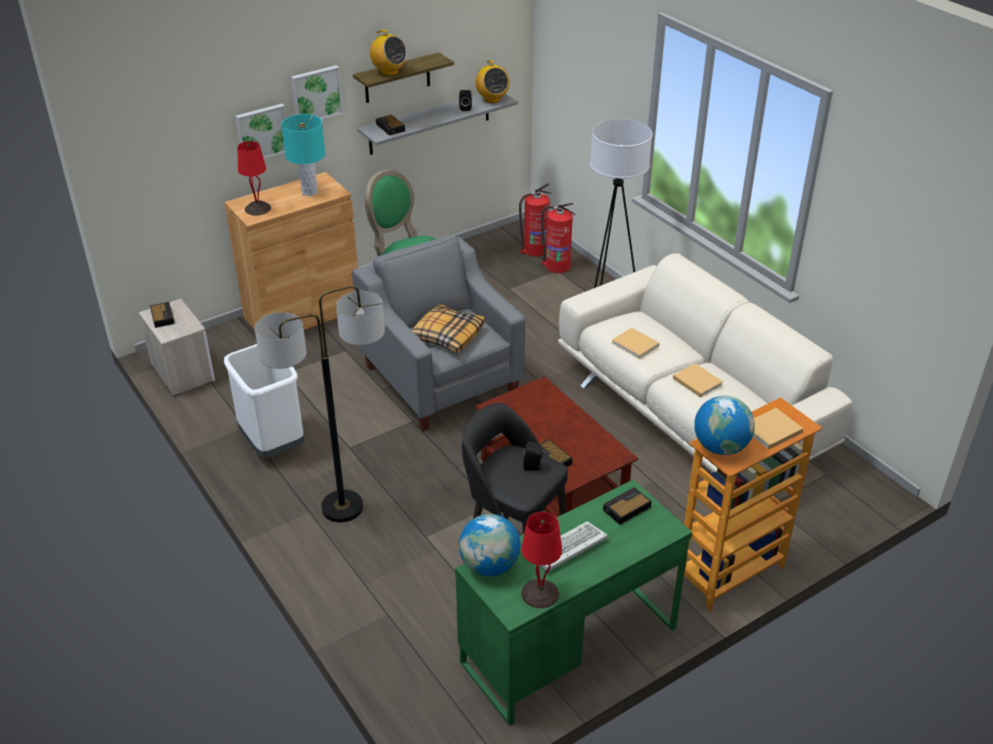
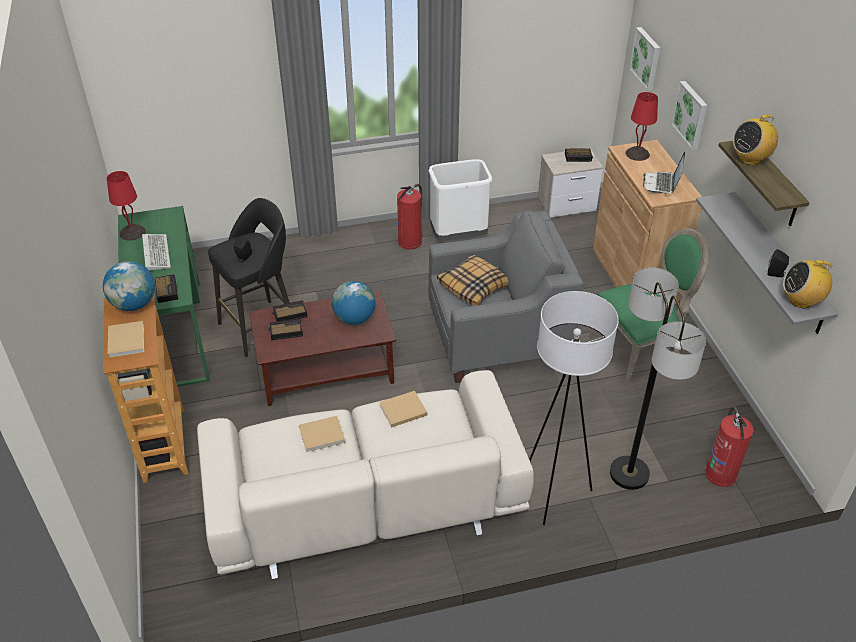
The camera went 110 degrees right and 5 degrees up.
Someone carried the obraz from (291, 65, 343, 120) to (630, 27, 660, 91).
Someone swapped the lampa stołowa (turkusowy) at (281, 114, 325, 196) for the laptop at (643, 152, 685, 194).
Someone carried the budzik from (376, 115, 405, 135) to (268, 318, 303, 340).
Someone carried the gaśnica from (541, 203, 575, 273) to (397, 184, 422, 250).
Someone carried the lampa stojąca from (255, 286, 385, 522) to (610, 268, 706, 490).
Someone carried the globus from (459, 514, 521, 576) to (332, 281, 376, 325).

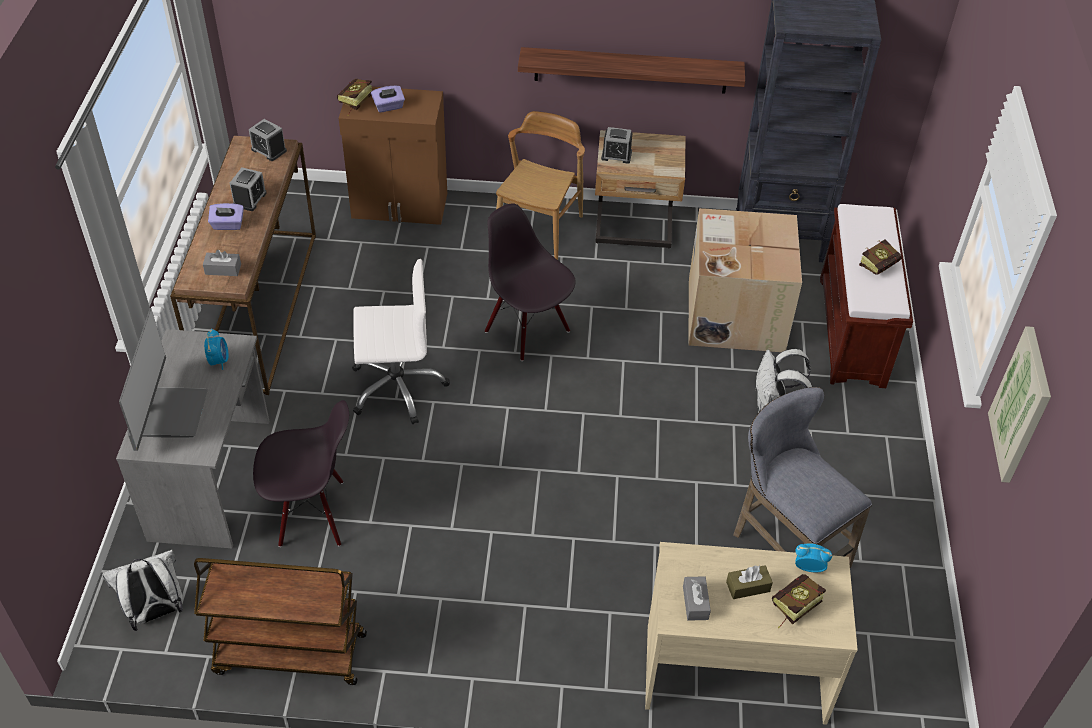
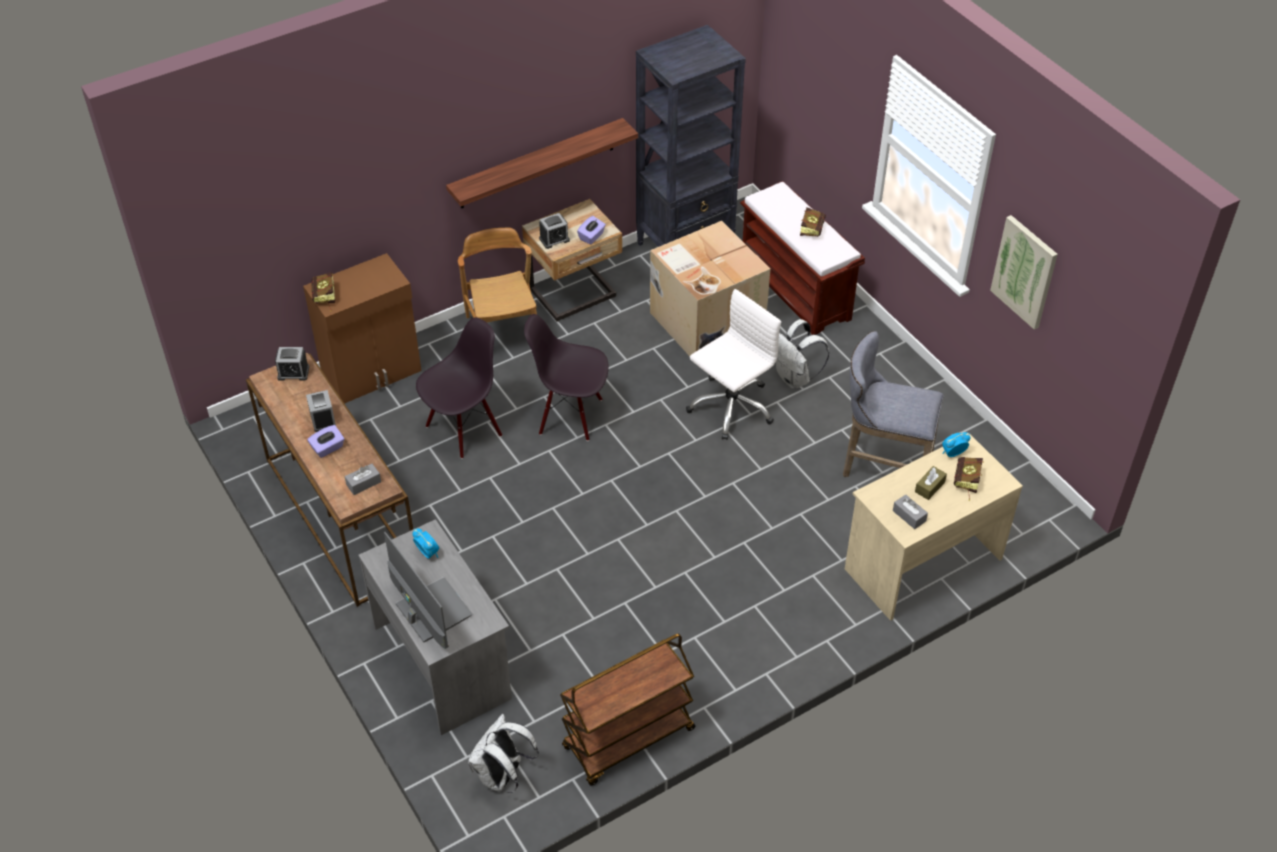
The camera went 35 degrees left and 0 degrees up.
Someone carried the pudełko chusteczek (fioletowy) from (371, 86, 405, 113) to (577, 216, 606, 245).
Someone carried the krzesło biurowe (biały) from (352, 259, 450, 425) to (686, 289, 781, 440).
Someone carried the krzesło (czarny) from (253, 400, 349, 547) to (416, 317, 502, 459).

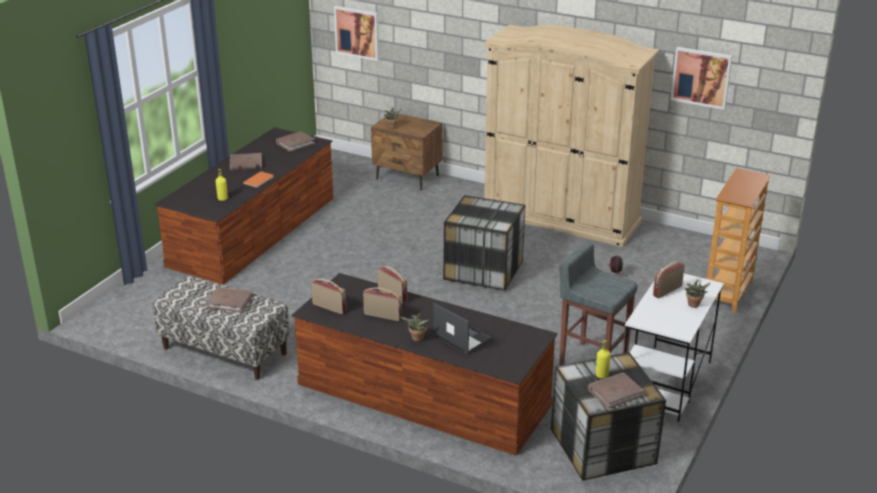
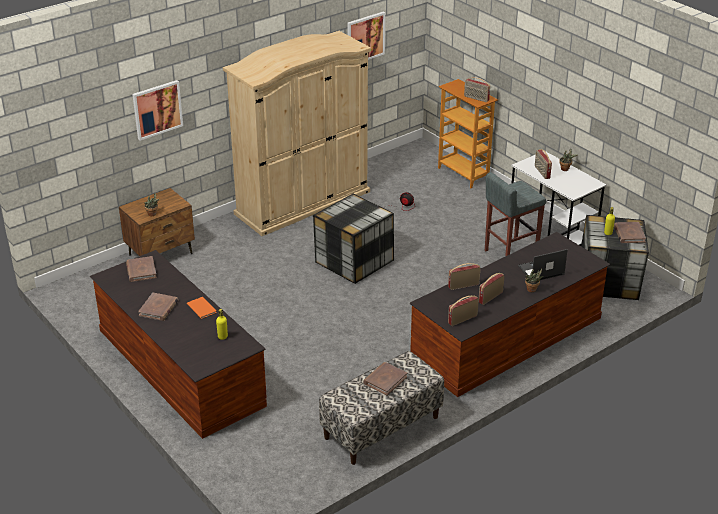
The camera went 65 degrees left and 5 degrees up.
Someone carried the obraz from (334, 6, 379, 61) to (132, 80, 183, 141).
Someone put down the radio at (464, 77, 490, 102).

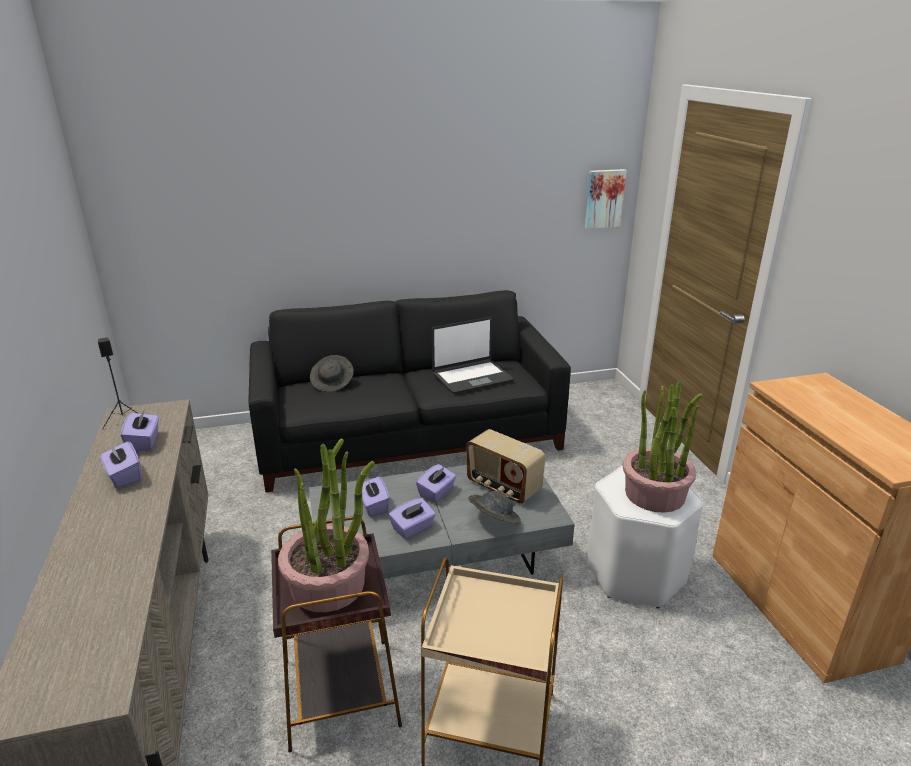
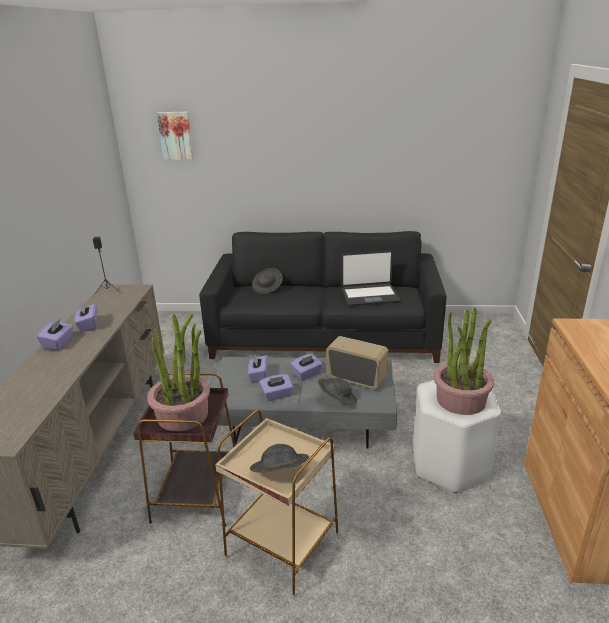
The camera went 20 degrees right and 0 degrees up.
Someone carried the obraz from (585, 169, 627, 229) to (157, 111, 194, 160).
Someone carried the pudełko chusteczek (fioletowy) from (121, 409, 159, 451) to (37, 319, 73, 350).
Someone rotated the radio at (466, 429, 545, 504) by 150 degrees clockwise.
Someone put down the kapelusz (szary) at (250, 444, 309, 473).

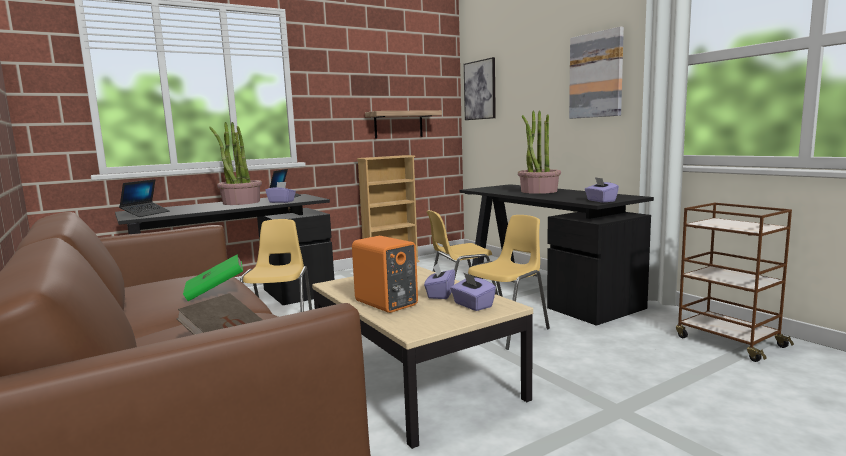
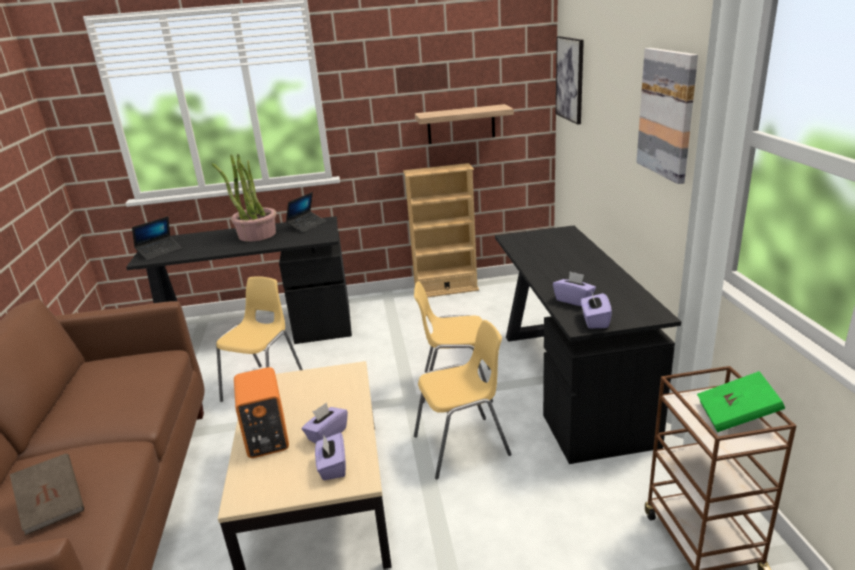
The camera went 25 degrees right and 15 degrees up.
Someone took away the roślina doniczkowa at (518, 110, 561, 194).
Someone carried the pudełko chusteczek (fioletowy) from (265, 182, 296, 203) to (553, 271, 596, 306).
Someone carried the książka (zielony) from (183, 254, 243, 301) to (697, 371, 785, 432).

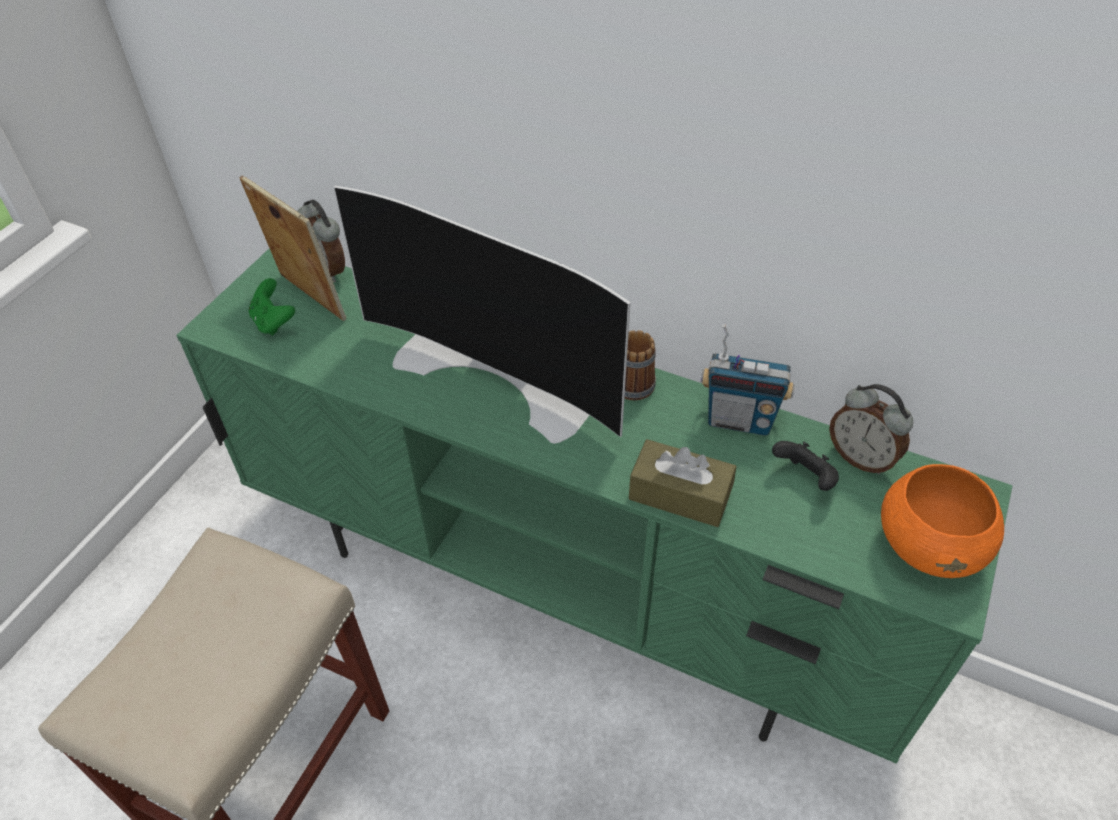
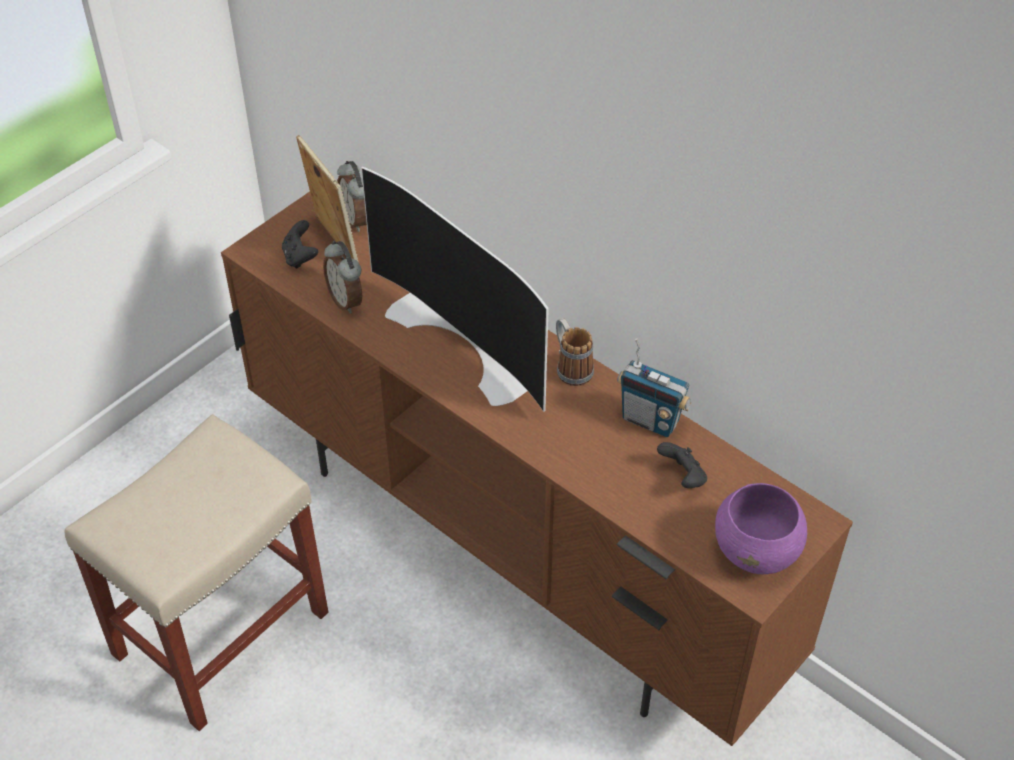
The camera went 15 degrees right and 0 degrees up.
Someone repainted the szafka pod telewizor (zielony) at (176, 248, 1012, 763), which became the szafka pod telewizor (brązowy) at (221, 192, 853, 746).
Someone repainted the pad do gier (zielony) at (249, 278, 295, 336), which became the pad do gier (czarny) at (282, 220, 318, 269).
Someone carried the budzik from (829, 384, 913, 475) to (323, 241, 362, 314).
Someone took away the pudełko chusteczek (brązowy) at (629, 439, 737, 527).
Someone repainted the miska (pomarańczowy) at (881, 464, 1004, 578), which became the miska (fioletowy) at (715, 483, 807, 574).

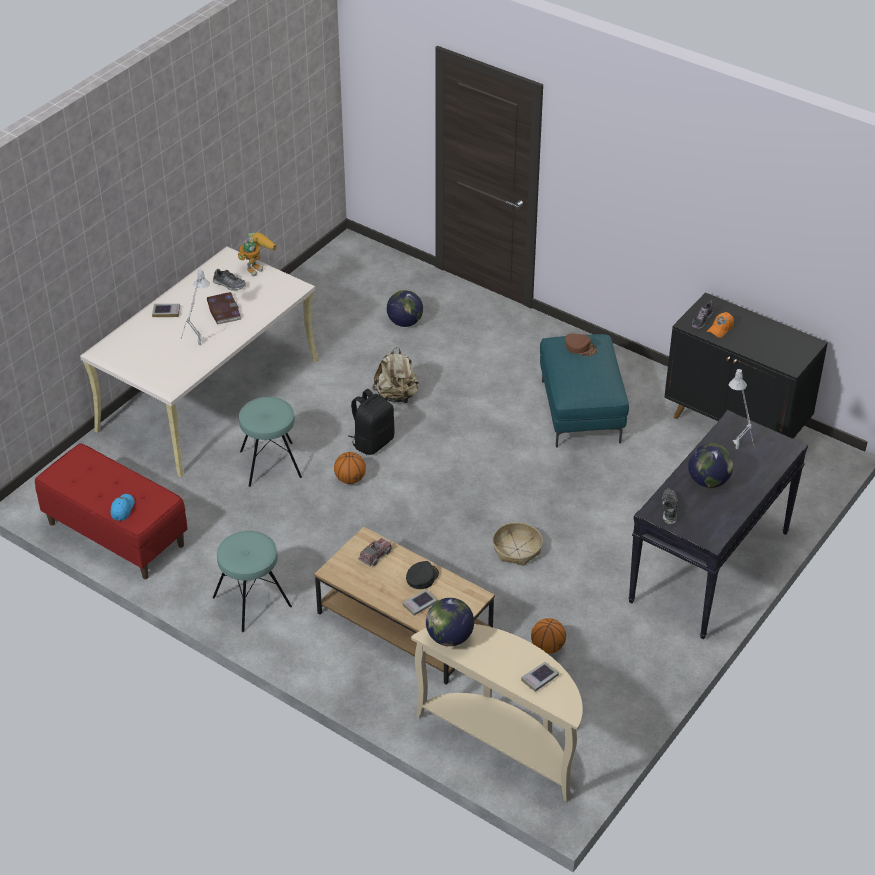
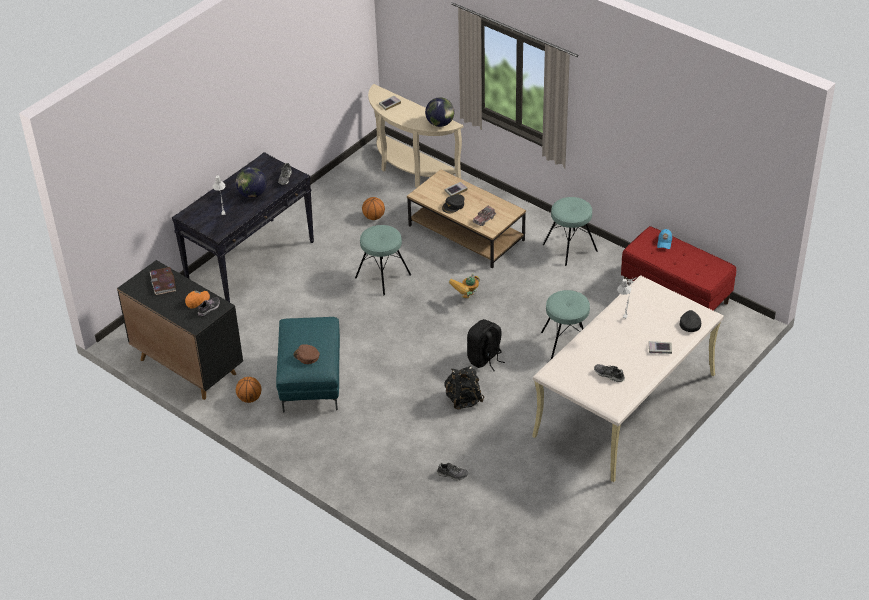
The camera went 175 degrees left and 0 degrees up.
Someone carried the robot zabawkowy from (238, 232, 277, 277) to (449, 273, 480, 298).
Someone swapped the globus at (387, 290, 423, 327) for the but at (437, 463, 468, 481).
Someone carried the książka from (207, 292, 242, 325) to (150, 267, 176, 295).
Someone repainted the plecak (beżowy) at (372, 347, 419, 404), which became the plecak (czarny) at (445, 366, 485, 410).
Someone carried the piłka do koszykówki from (334, 452, 366, 484) to (236, 377, 262, 403).
Someone swapped the koszyk at (493, 522, 543, 566) for the stołek (turkusowy) at (355, 225, 411, 295).
Someone put down the czapka z daszkiem (czarny) at (680, 310, 701, 332).

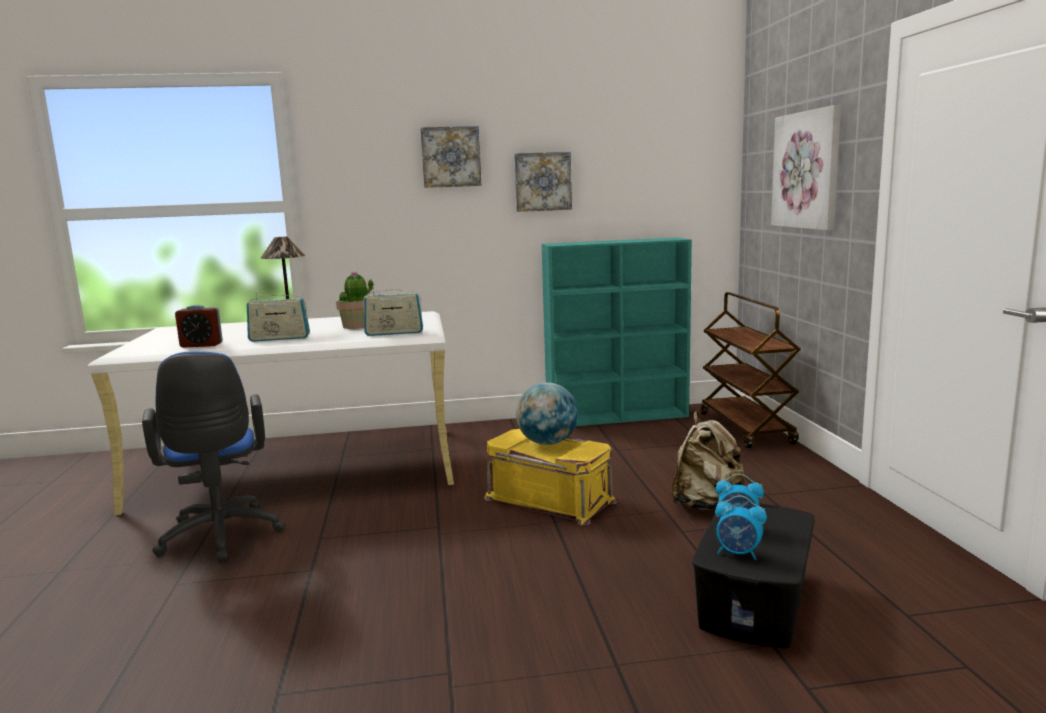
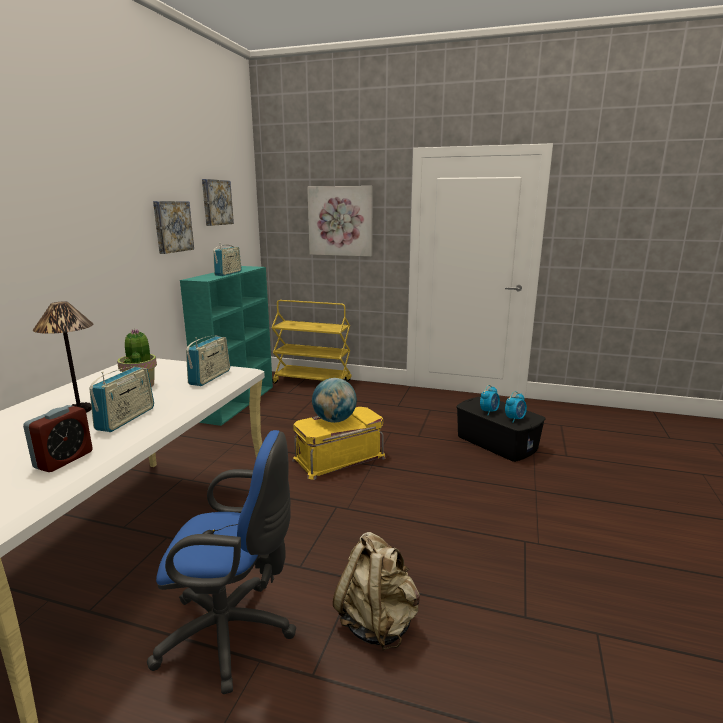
The camera went 65 degrees left and 5 degrees up.
Someone carried the obraz from (421, 126, 481, 188) to (202, 179, 234, 226).
Someone repainted the wózek (brązowy) at (701, 292, 801, 448), which became the wózek (żółty) at (271, 300, 352, 384).
Someone carried the plecak (beżowy) from (671, 411, 745, 510) to (333, 532, 420, 650).
Someone put down the radio at (213, 245, 242, 276).

